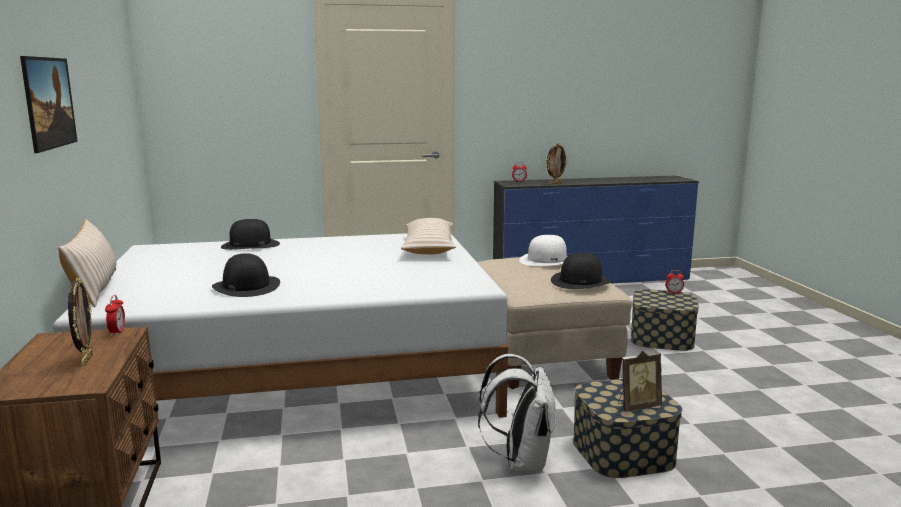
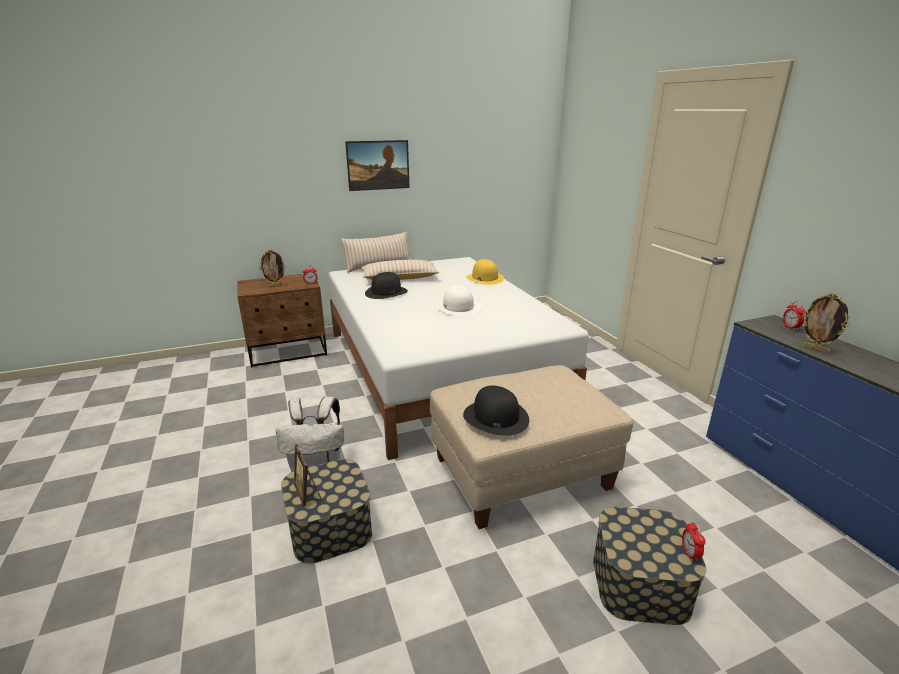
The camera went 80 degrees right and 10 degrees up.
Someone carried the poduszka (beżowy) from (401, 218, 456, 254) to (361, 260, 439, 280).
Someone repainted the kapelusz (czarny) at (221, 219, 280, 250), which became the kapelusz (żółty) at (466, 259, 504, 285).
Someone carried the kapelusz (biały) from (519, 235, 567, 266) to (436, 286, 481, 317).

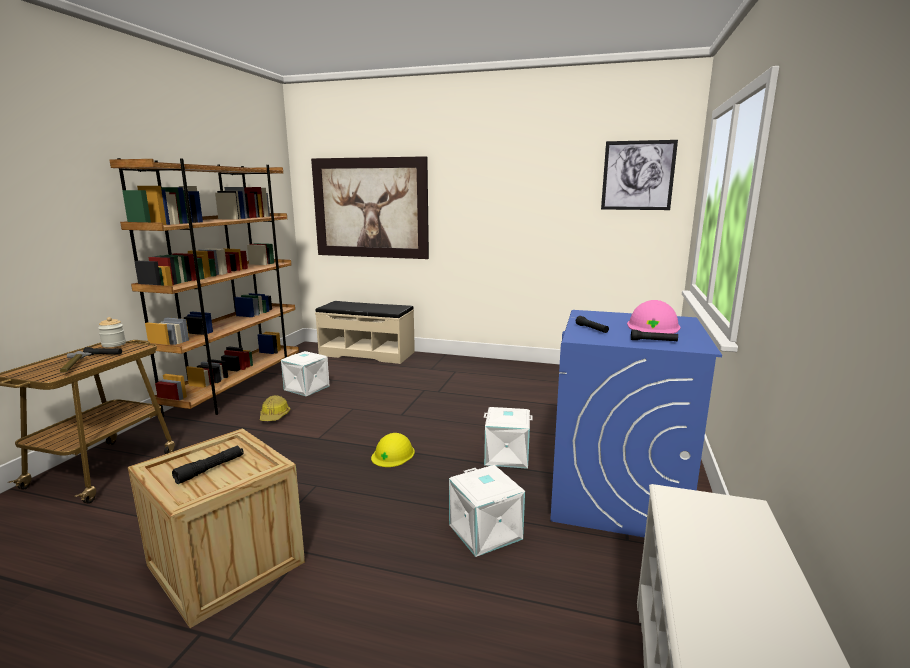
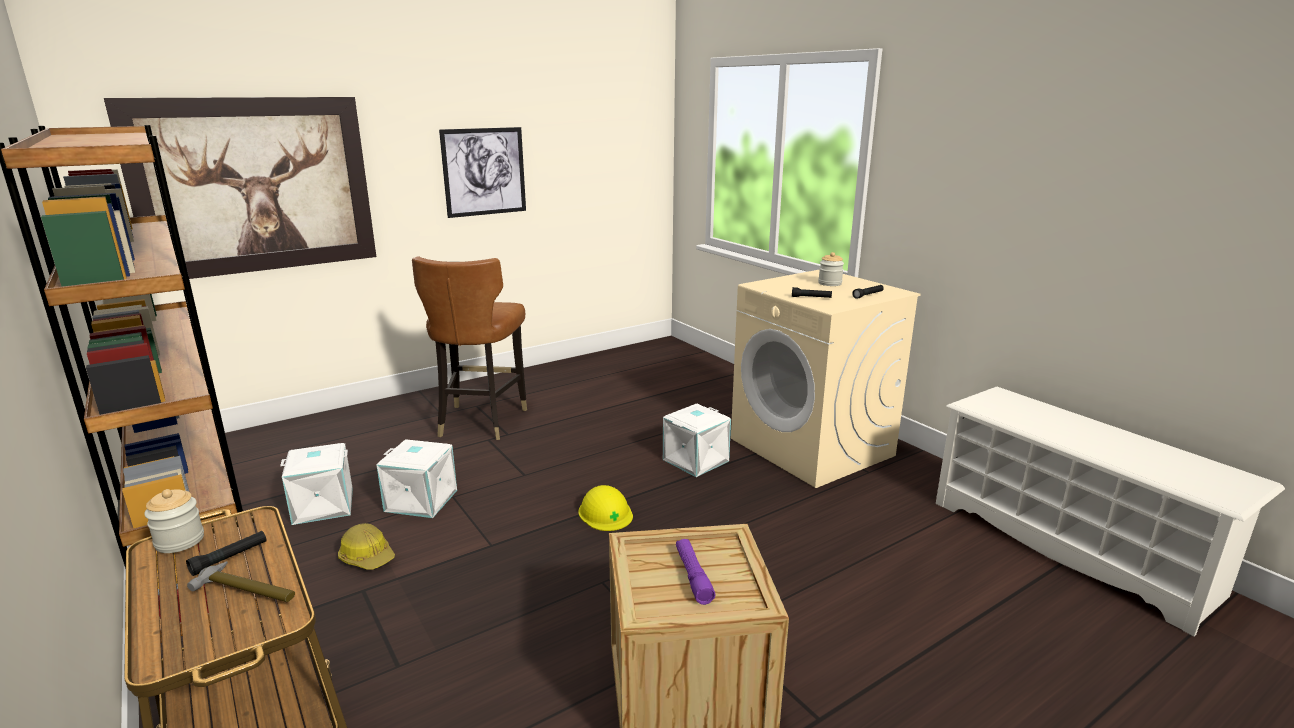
The camera went 50 degrees left and 5 degrees up.
Someone carried the obraz from (601, 140, 678, 210) to (439, 127, 526, 218).
Someone swapped the kask (różowy) at (627, 300, 681, 334) for the słoik at (818, 252, 844, 286).
Someone took away the ławka (beżowy) at (315, 301, 415, 364).
Someone repainted the pralka (niebieski) at (550, 310, 722, 538), which became the pralka (beżowy) at (731, 269, 921, 488).
Someone repainted the latarka (czarny) at (172, 446, 244, 484), which became the latarka (fioletowy) at (676, 539, 715, 605).
Someone carried the pojemnik do przechowywania (biały) from (449, 465, 525, 557) to (376, 439, 457, 518).
Someone put down the krzesło (brązowy) at (412, 256, 527, 440).

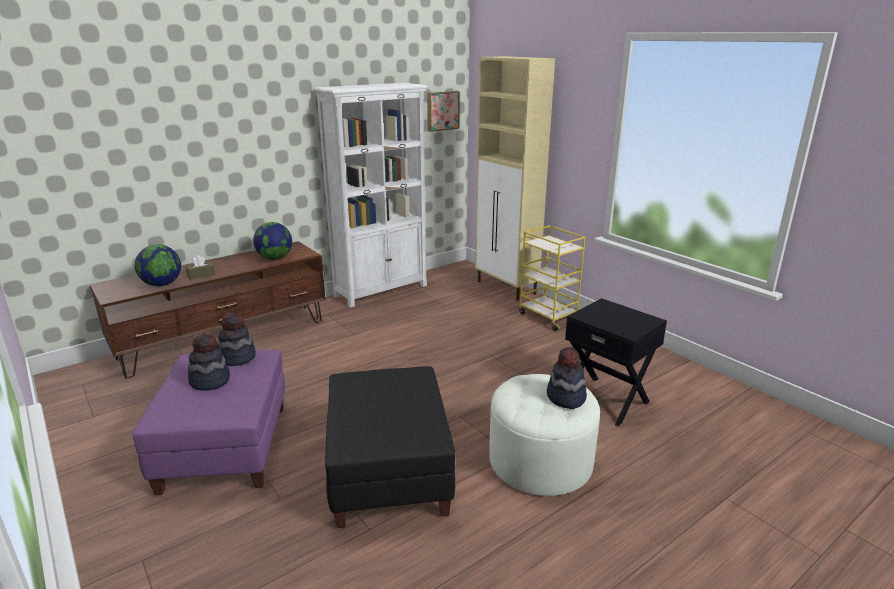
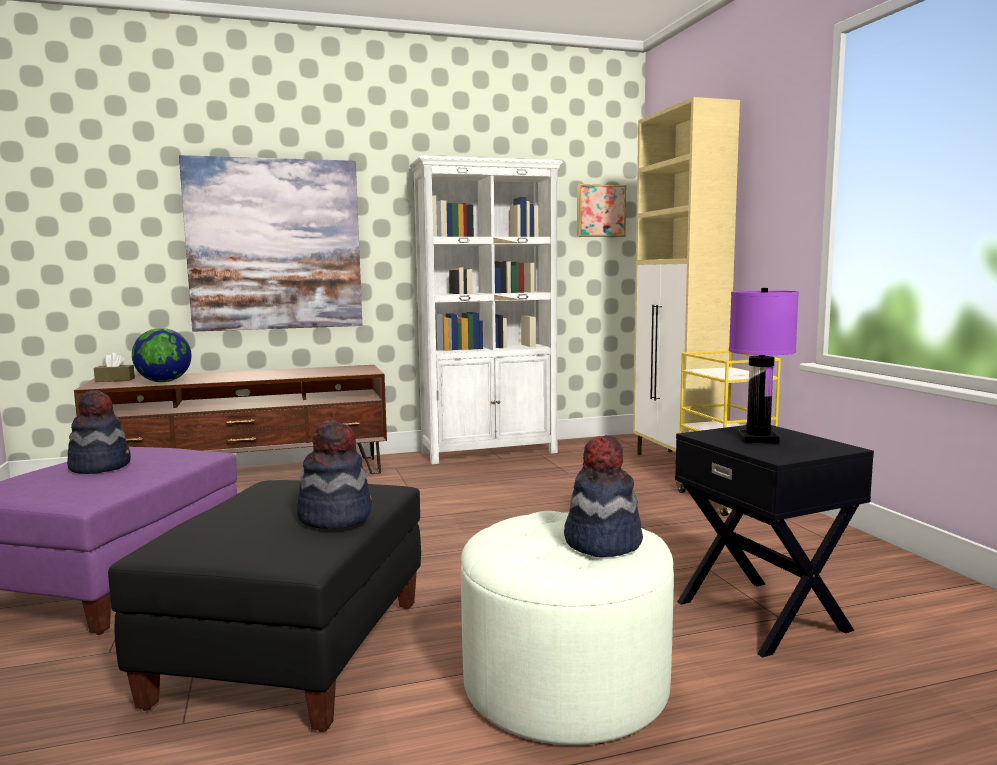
The camera went 20 degrees right and 15 degrees down.
Someone took away the globus at (253, 222, 292, 260).
Someone carried the pudełko chusteczek (brązowy) from (186, 255, 215, 280) to (94, 353, 135, 382).
Someone carried the kapelusz from (217, 313, 256, 366) to (297, 420, 372, 529).
Someone put up the obraz at (179, 155, 362, 332).
Someone put down the lampa stołowa (fioletowy) at (729, 288, 799, 443).

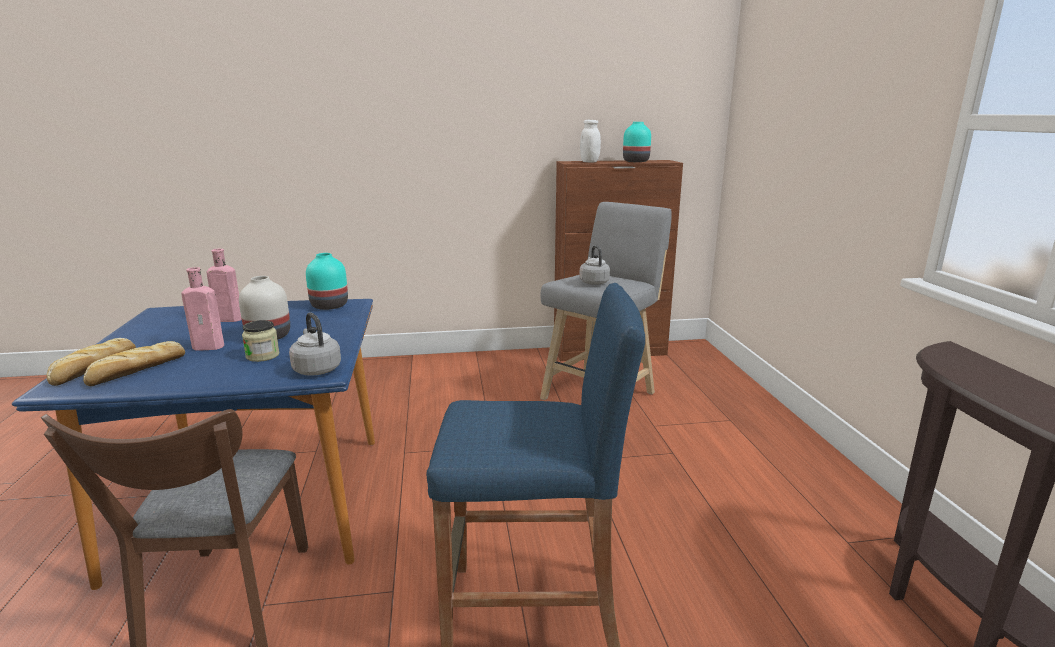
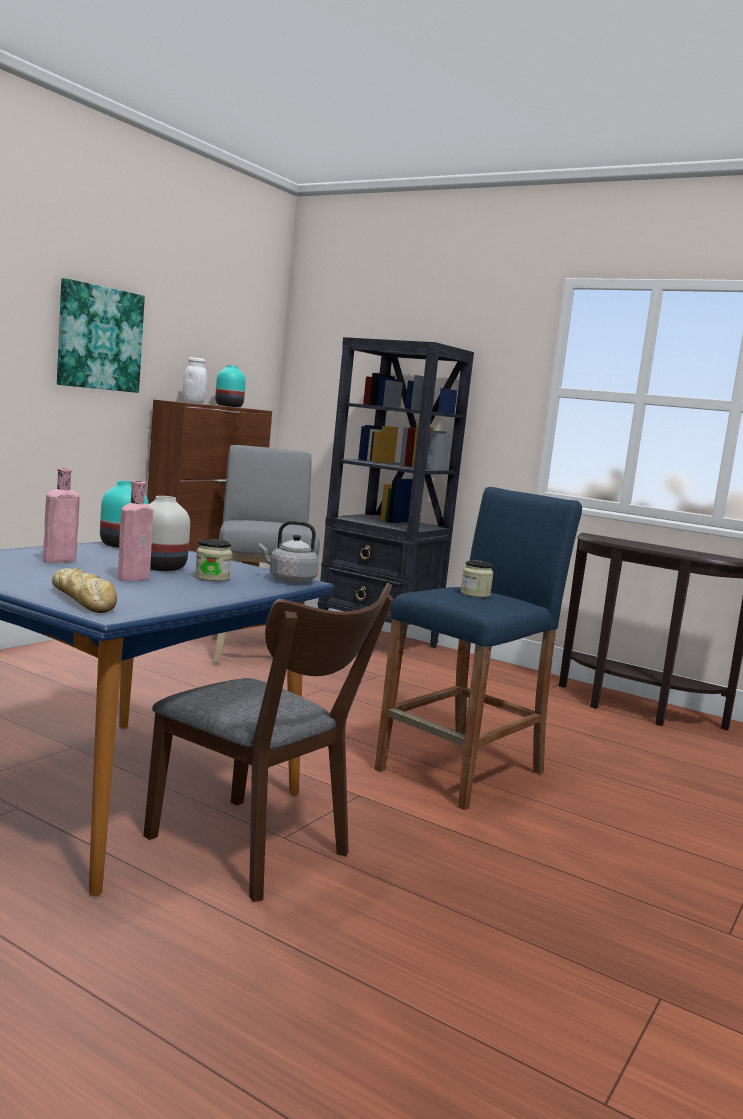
The camera went 50 degrees left and 10 degrees down.
Someone took away the czajnik (szary) at (579, 245, 610, 285).
Someone took away the chleb at (83, 341, 185, 386).
Someone put up the obraz at (57, 278, 145, 393).
Someone put down the regał (czarny) at (317, 337, 474, 654).
Someone put down the słoik at (461, 560, 493, 598).

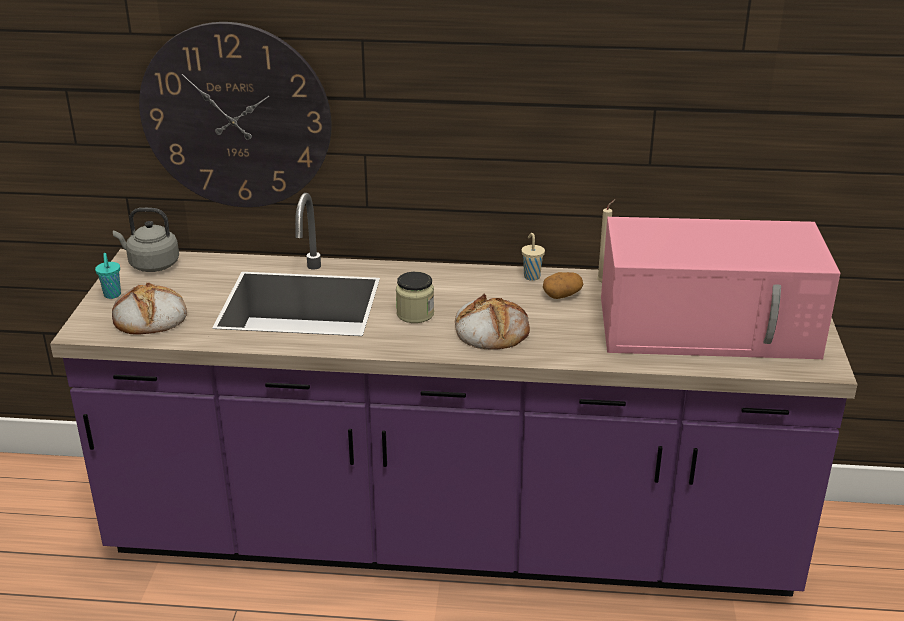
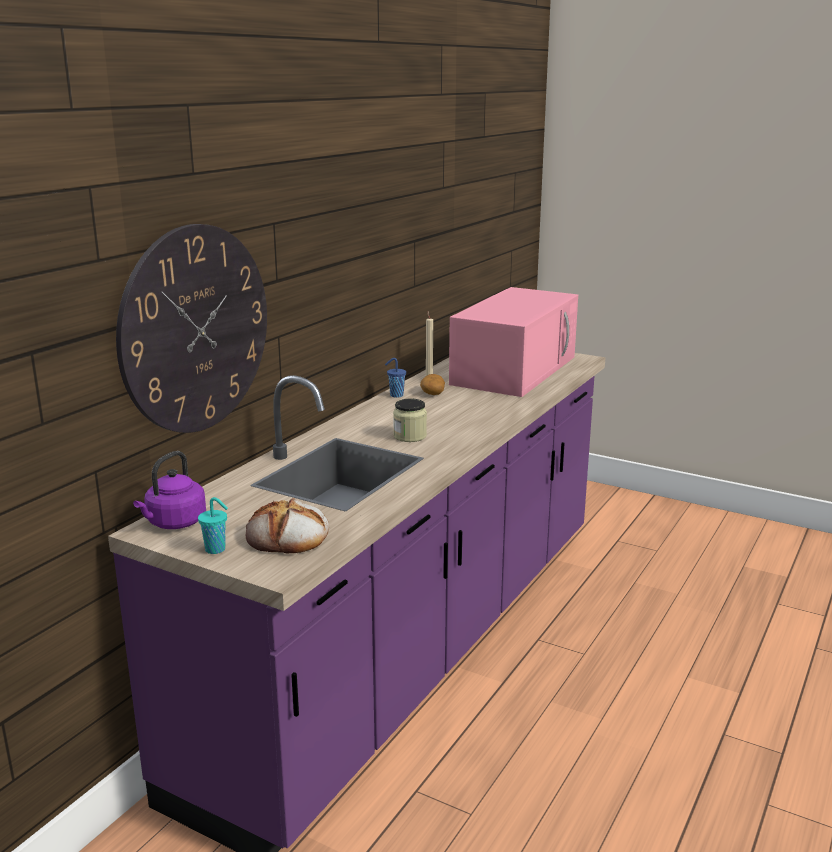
The camera went 65 degrees left and 10 degrees down.
Someone repainted the czajnik (szary) at (113, 208, 179, 272), which became the czajnik (fioletowy) at (133, 451, 206, 529).
Someone repainted the filiżanka (beżowy) at (522, 233, 545, 281), which became the filiżanka (niebieski) at (385, 358, 406, 398).
Someone took away the chleb at (455, 294, 530, 350).

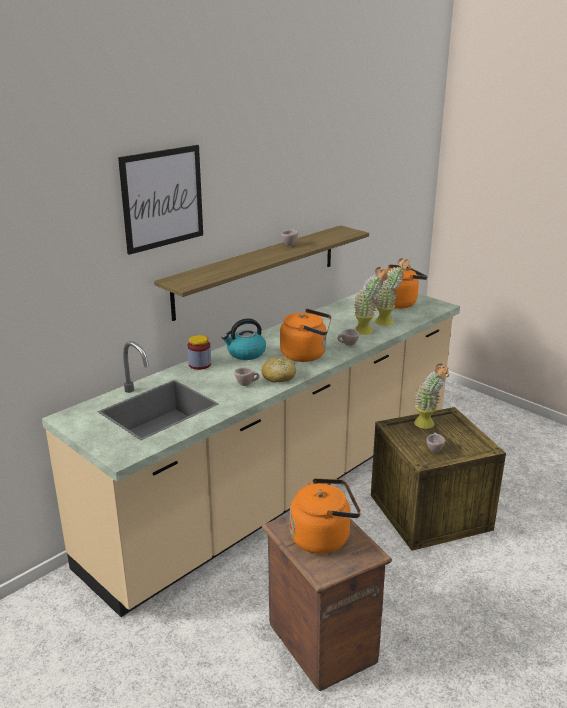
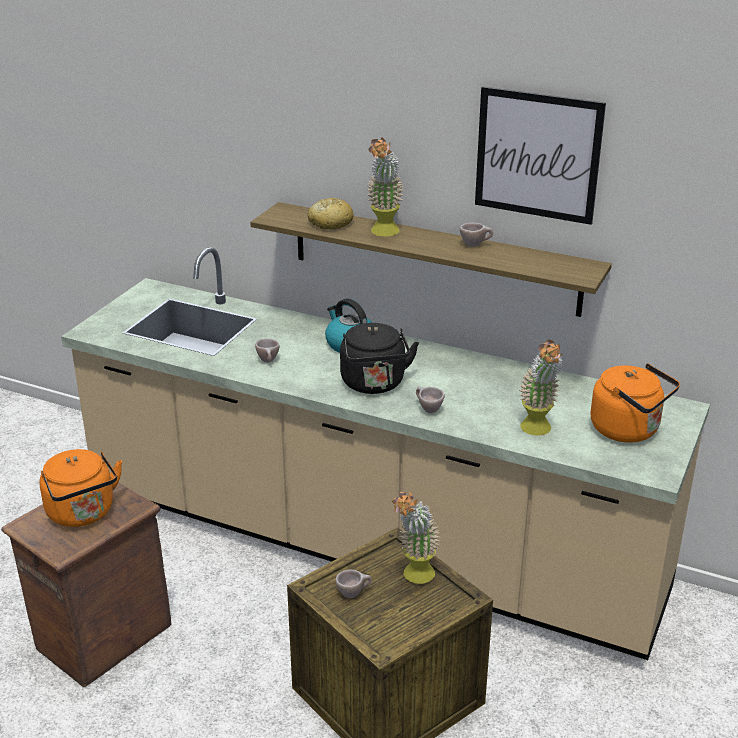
The camera went 70 degrees right and 5 degrees up.
Someone carried the obraz from (118, 145, 203, 255) to (475, 86, 606, 225).
Someone carried the roślina doniczkowa from (353, 267, 389, 335) to (367, 138, 403, 236).
Someone repainted the czajnik (pomarańczowy) at (280, 309, 332, 362), which became the czajnik (czarny) at (340, 323, 419, 394).
Someone took away the słoik at (187, 335, 211, 370).
Someone carried the chleb from (262, 357, 296, 383) to (308, 197, 354, 230).

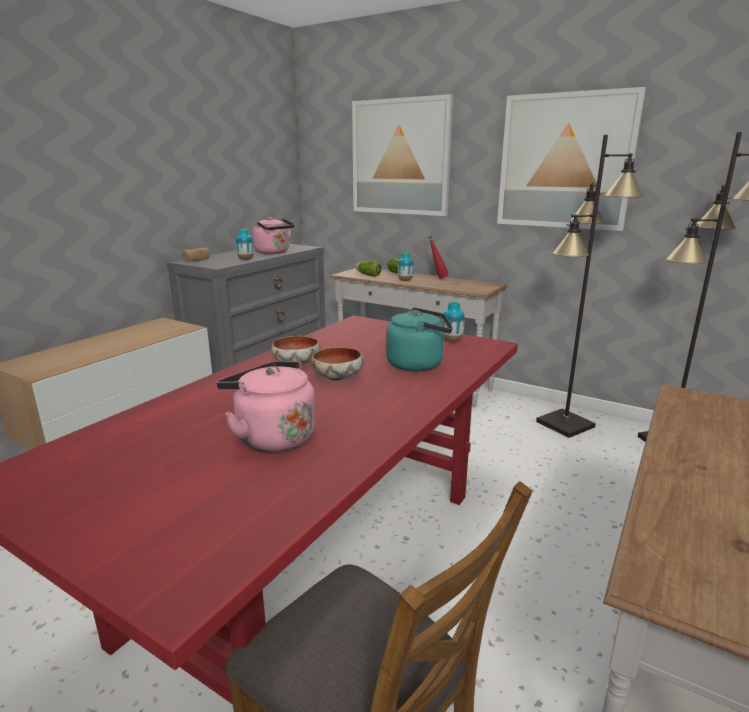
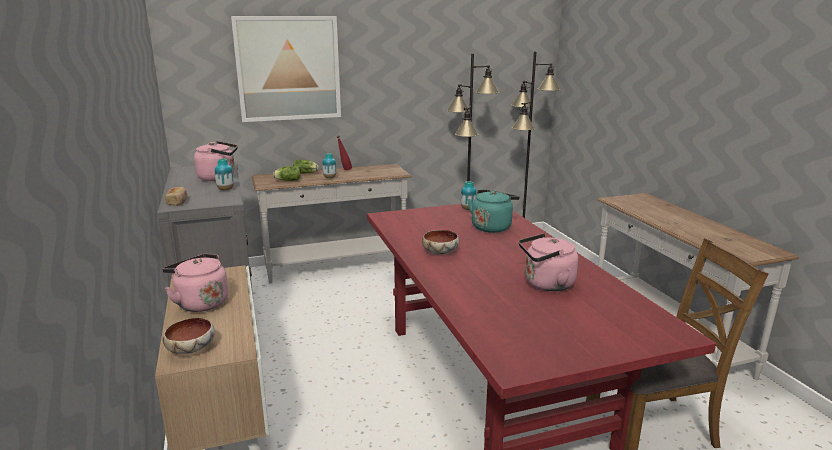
The camera went 50 degrees left and 0 degrees up.
Someone took away the obraz at (497, 87, 646, 231).
Someone carried the miska from (311, 347, 364, 381) to (162, 318, 215, 354).
Someone put down the czajnik (różowy) at (162, 254, 228, 312).

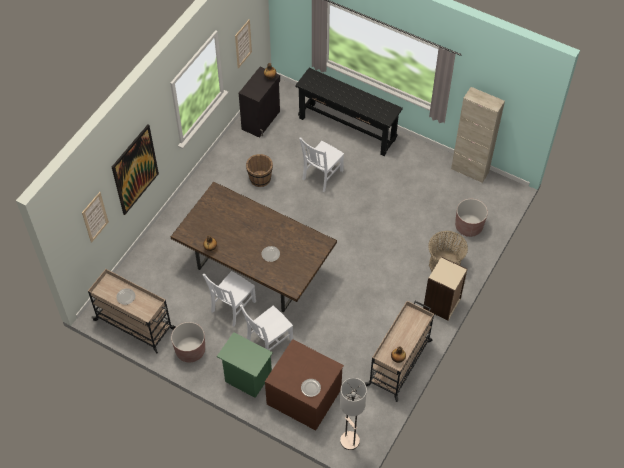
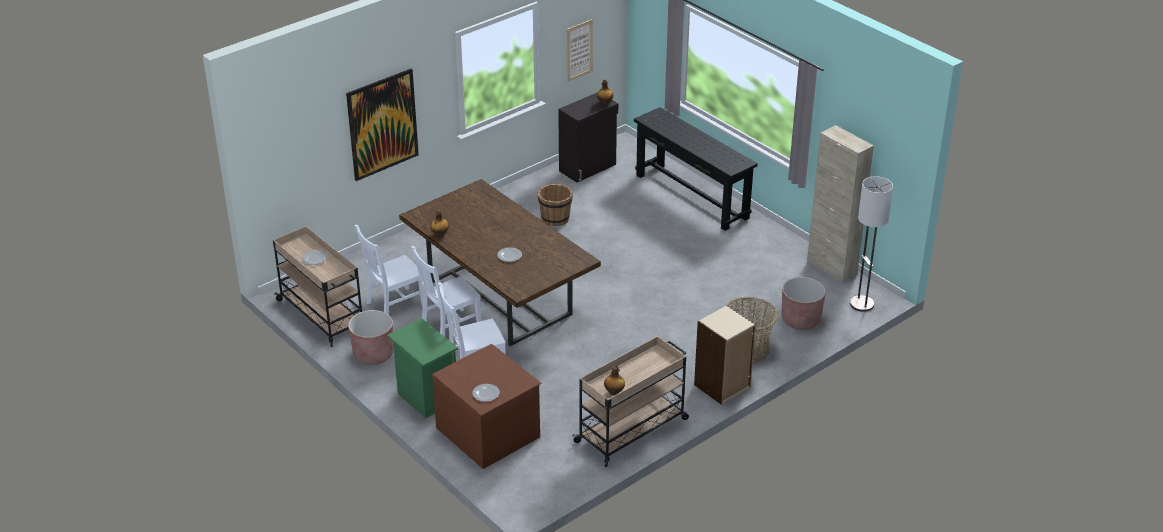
The camera went 20 degrees right and 20 degrees down.
Someone carried the krzesło (biały) from (299, 137, 344, 192) to (355, 225, 423, 315).
Someone took away the obraz at (82, 192, 109, 243).
Someone carried the lampa stojąca from (340, 378, 367, 450) to (850, 176, 893, 312).

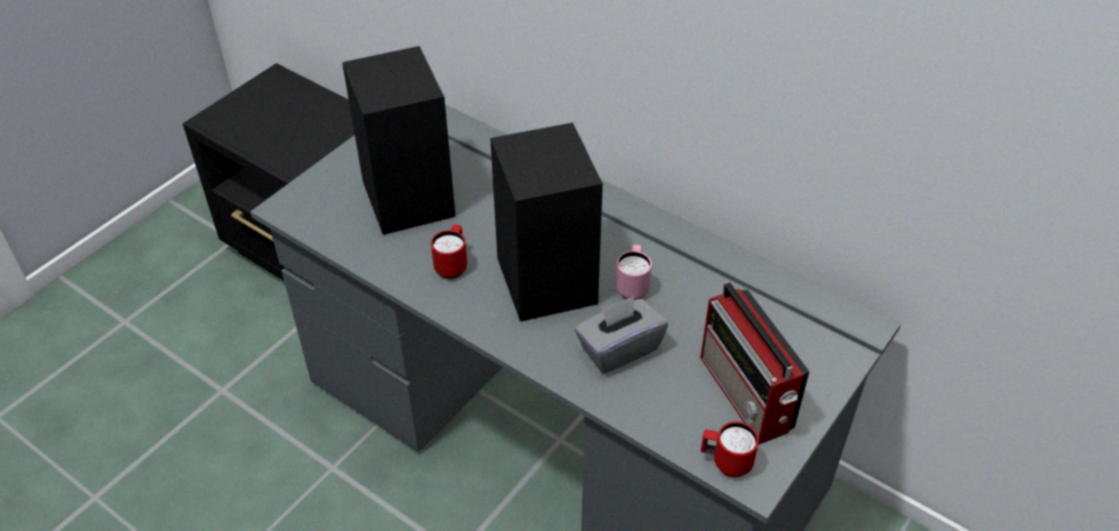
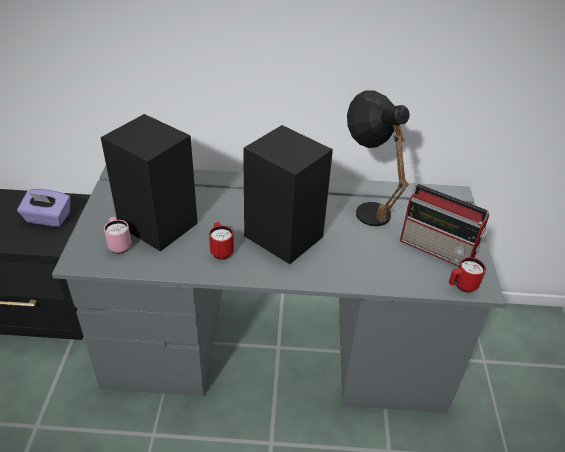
The camera went 35 degrees left and 5 degrees down.
Someone carried the kubek (różowy) from (616, 245, 652, 300) to (104, 217, 131, 254).
Someone took away the pudełko chusteczek (szary) at (575, 296, 668, 373).
Someone put down the lampa stołowa (czarny) at (347, 90, 410, 226).
Someone put down the pudełko chusteczek (fioletowy) at (17, 189, 70, 227).

